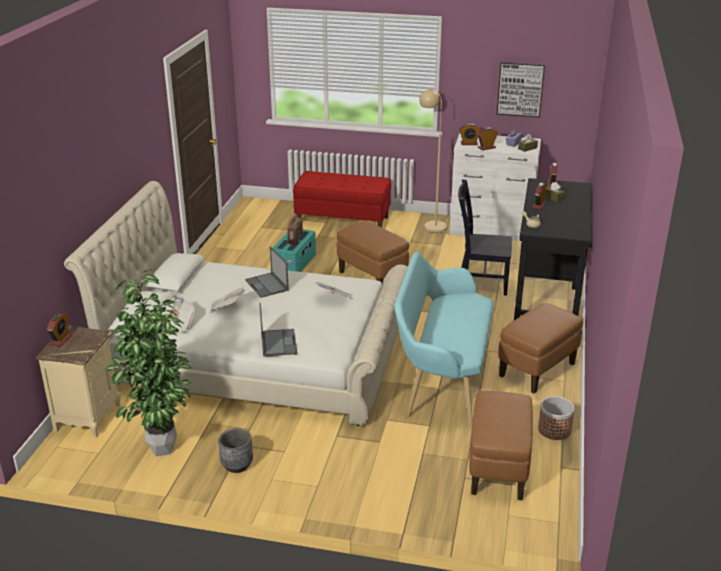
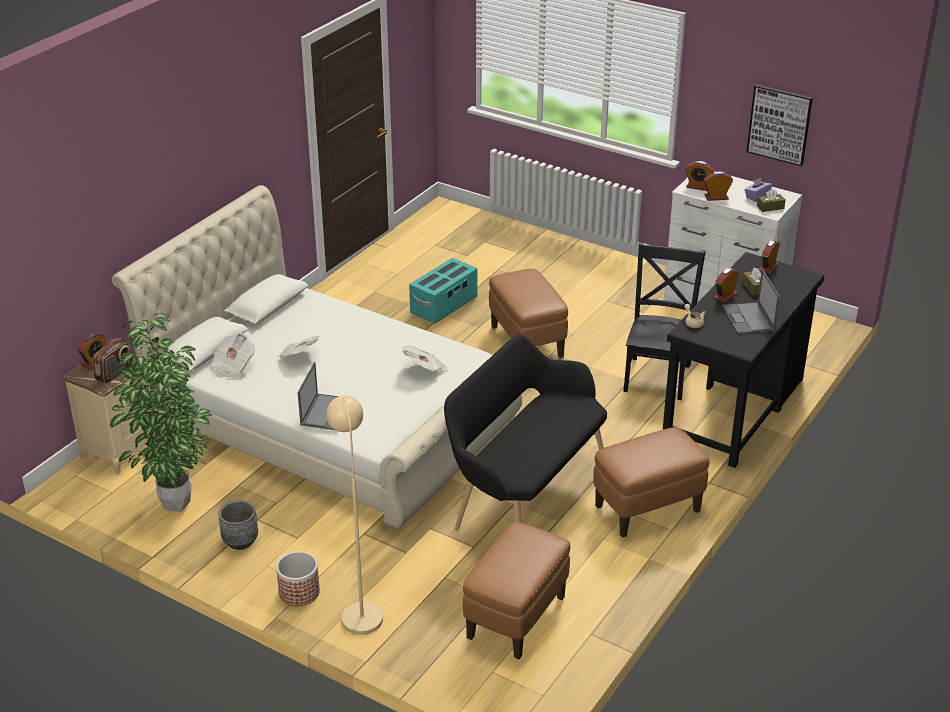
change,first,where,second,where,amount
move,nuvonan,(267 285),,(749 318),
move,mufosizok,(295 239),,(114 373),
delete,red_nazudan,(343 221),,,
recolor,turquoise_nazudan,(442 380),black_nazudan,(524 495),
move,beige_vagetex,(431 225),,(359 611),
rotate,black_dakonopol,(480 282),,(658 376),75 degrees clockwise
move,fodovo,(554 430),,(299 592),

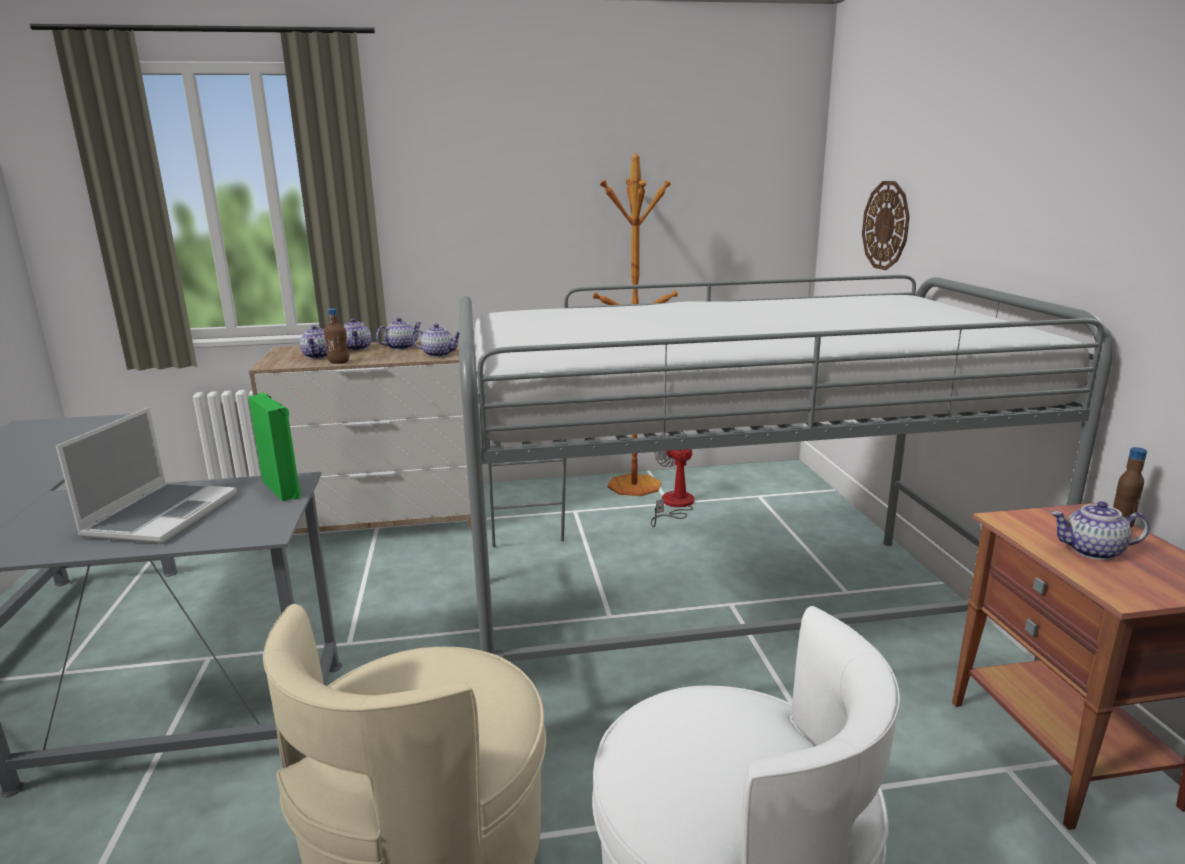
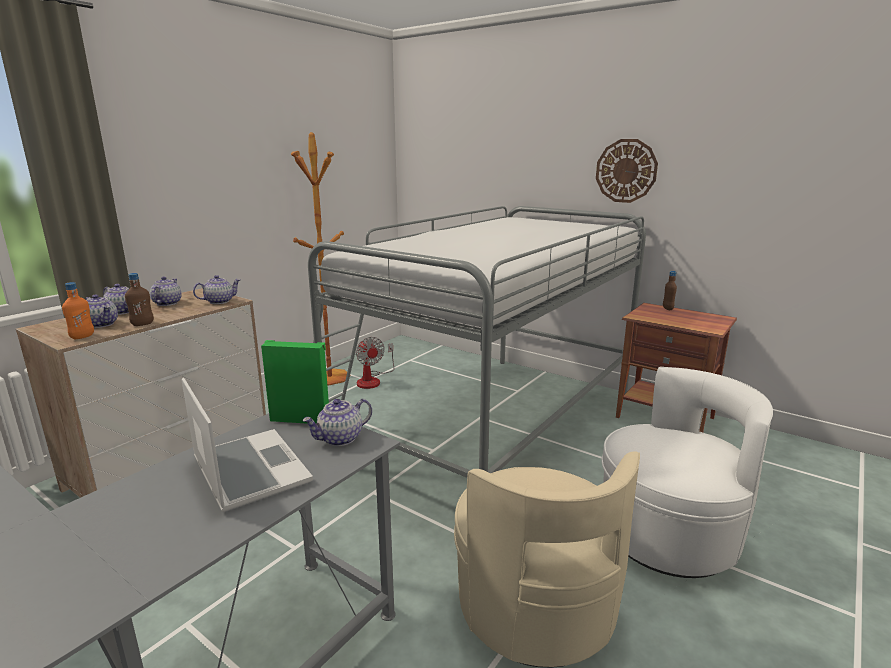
change,first,where,second,where,amount
rotate,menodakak,(674 505),,(372 380),135 degrees counterclockwise
move,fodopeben,(886 225),,(626 171),
move,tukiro,(1092 551),,(340 439),
insert,,,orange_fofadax,(82 337),

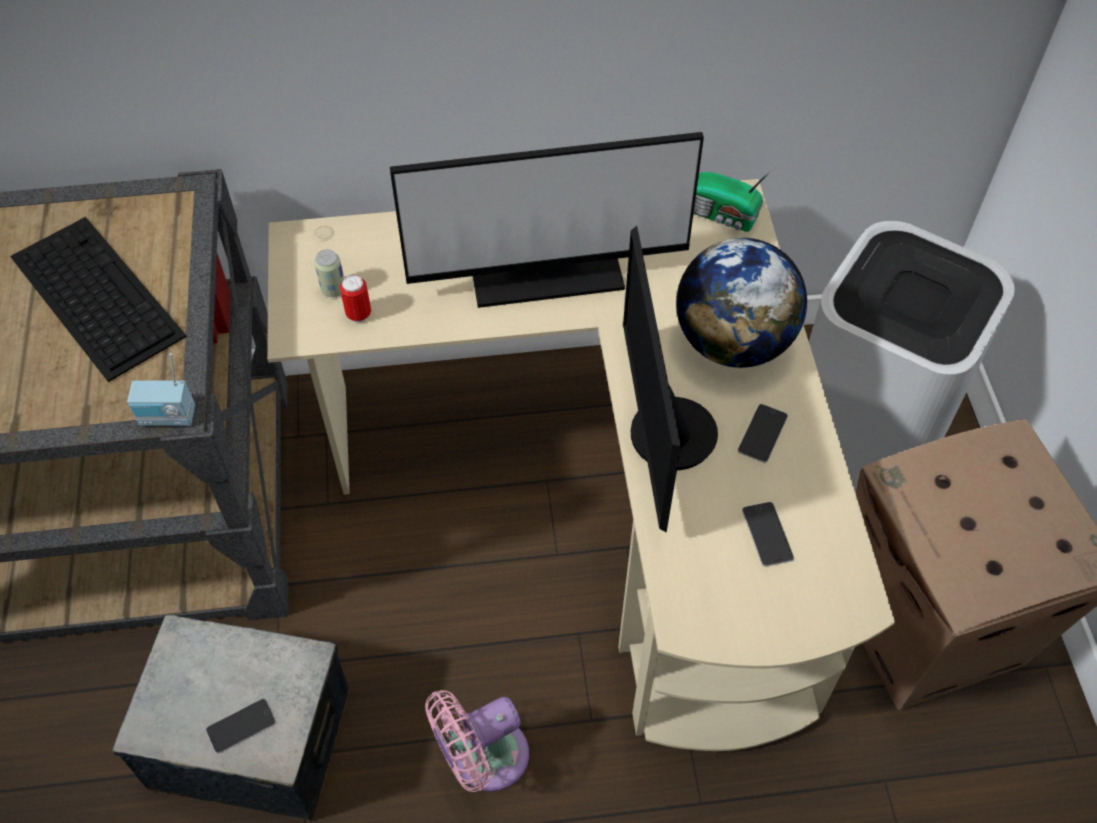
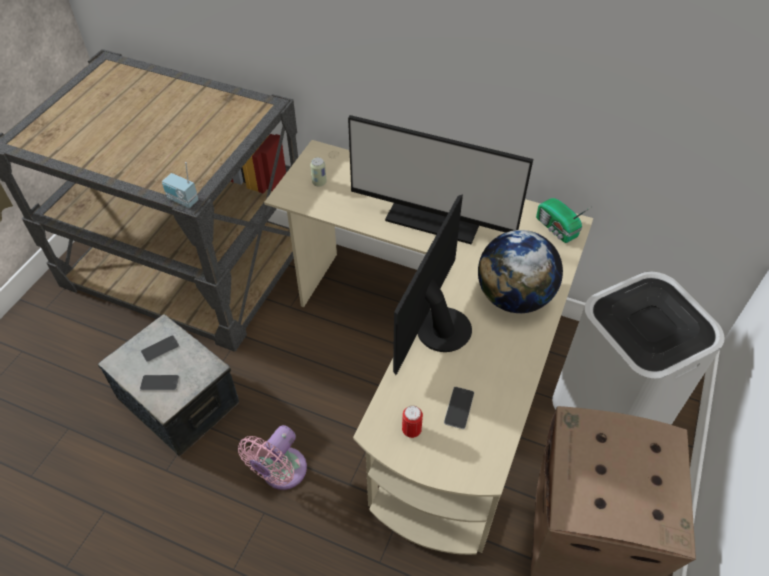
change,first,where,second,where,amount
delete,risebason,(94 295),,,
move,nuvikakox,(358 314),,(411 430),
rotate,pink_menodakak,(483 758),,(281 473),60 degrees counterclockwise
move,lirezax,(762 433),,(160 348),

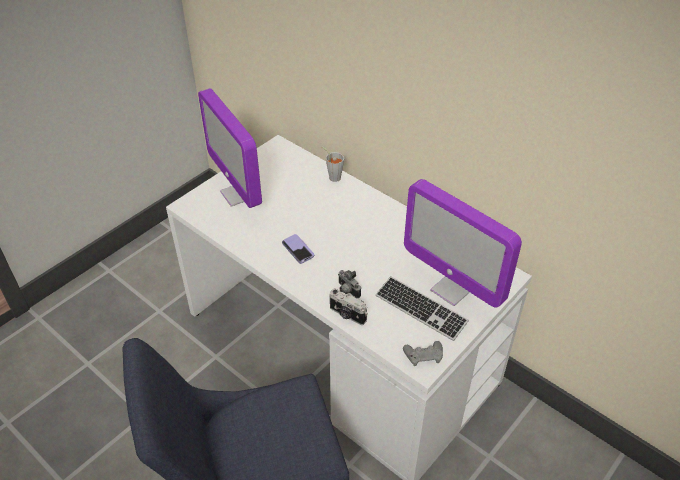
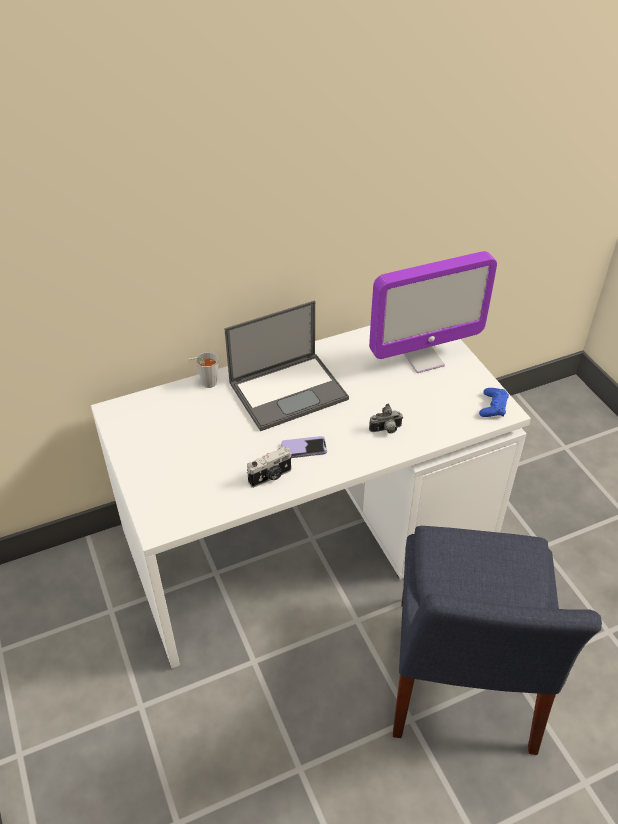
change,first,where,second,where,amount
delete,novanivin,(239 194),,,
move,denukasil,(347 315),,(270 477),
delete,risebason,(420 309),,,
recolor,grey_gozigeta,(423 355),blue_gozigeta,(493 406),
insert,,,nuvonan,(289 390),

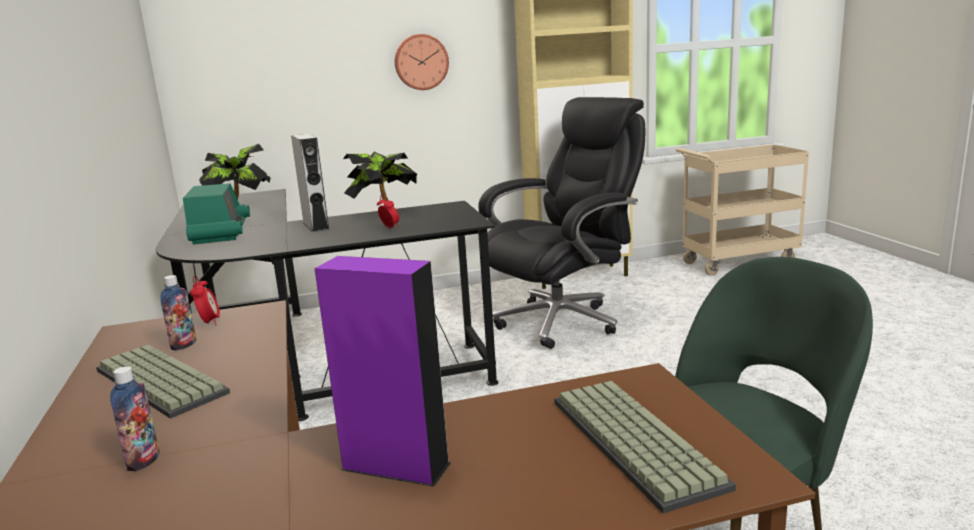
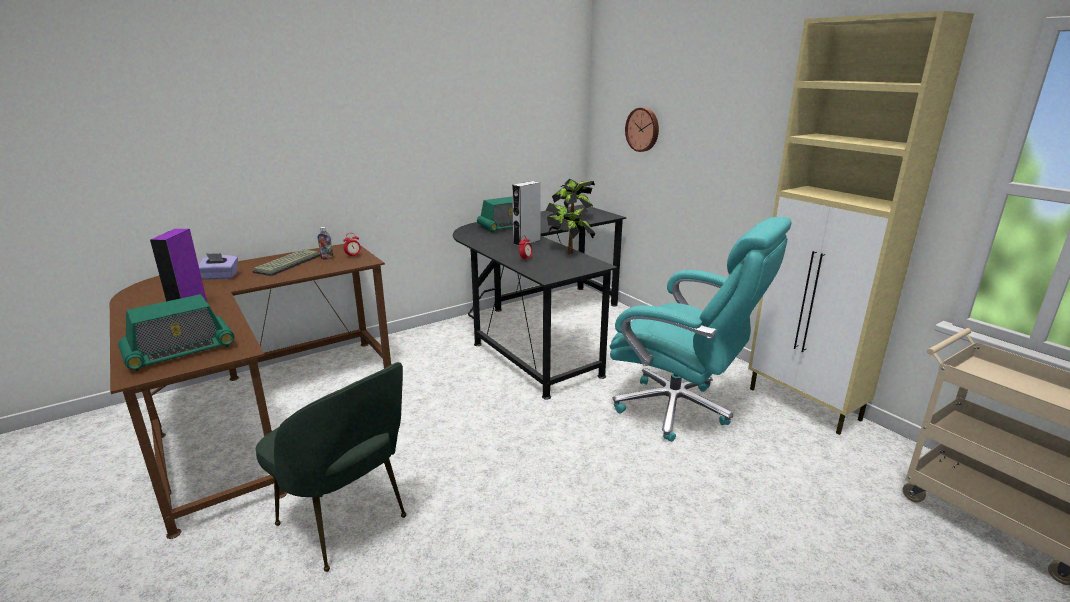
change,first,where,second,where,amount
replace,fofadax,(144 461),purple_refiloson,(220 277),
move,fodopeben,(421 62),,(643 129),
recolor,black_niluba,(563 321),turquoise_niluba,(679 411),
replace,risebason,(629 442),mufosizok,(180 351),

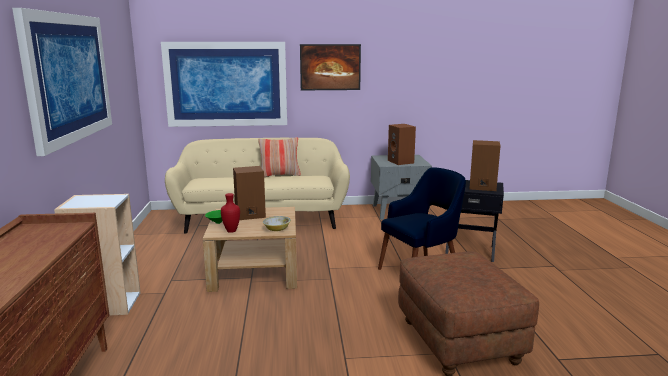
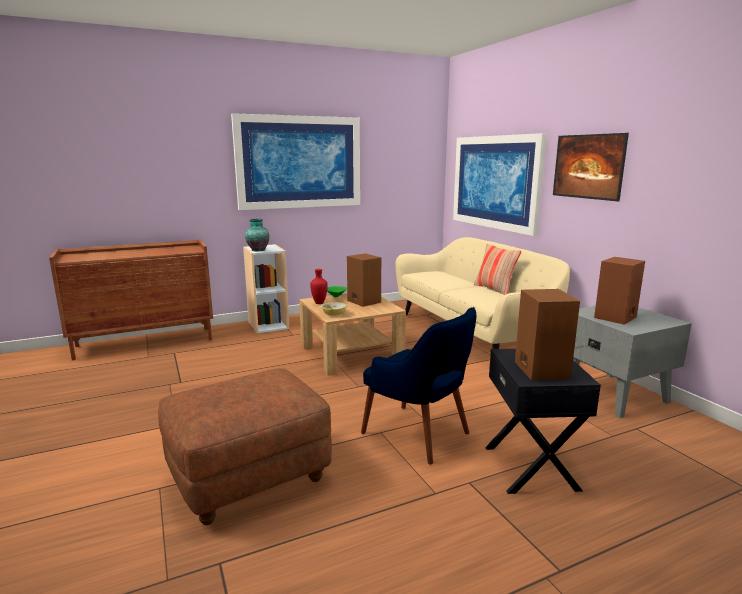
change,first,where,second,where,amount
insert,,,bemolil,(257 250),

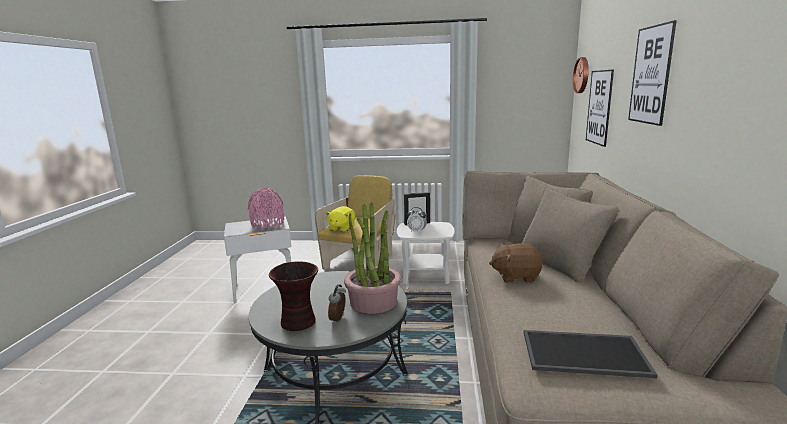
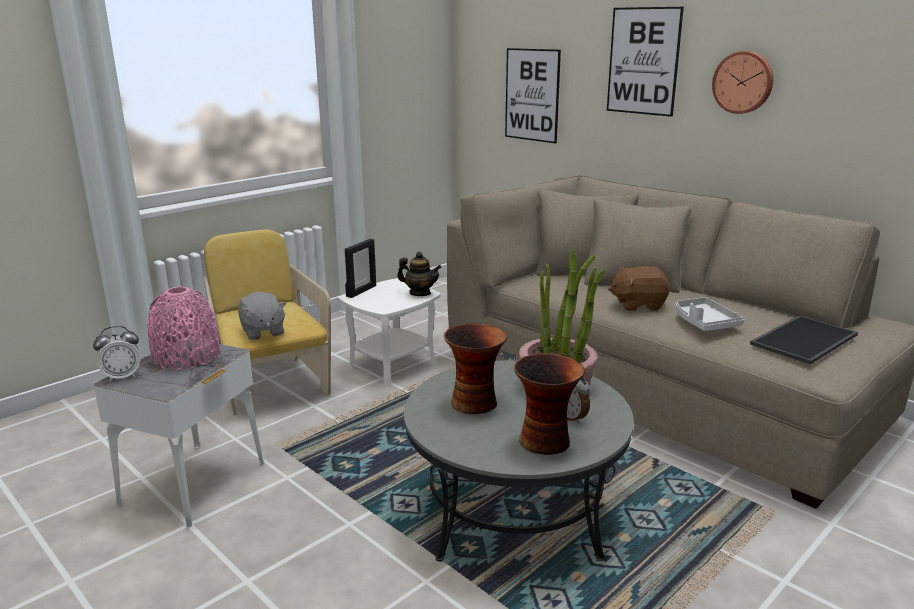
change,first,where,second,where,amount
recolor,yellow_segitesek,(341 228),grey_segitesek,(262 332),
move,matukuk,(417 232),,(122 377),
rotate,brown_segitesek,(515 276),,(638 305),45 degrees clockwise
move,fodopeben,(582 75),,(743 82),
insert,,,tukiro,(420 293),
insert,,,bemolil,(475 403),
insert,,,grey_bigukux,(704 323),

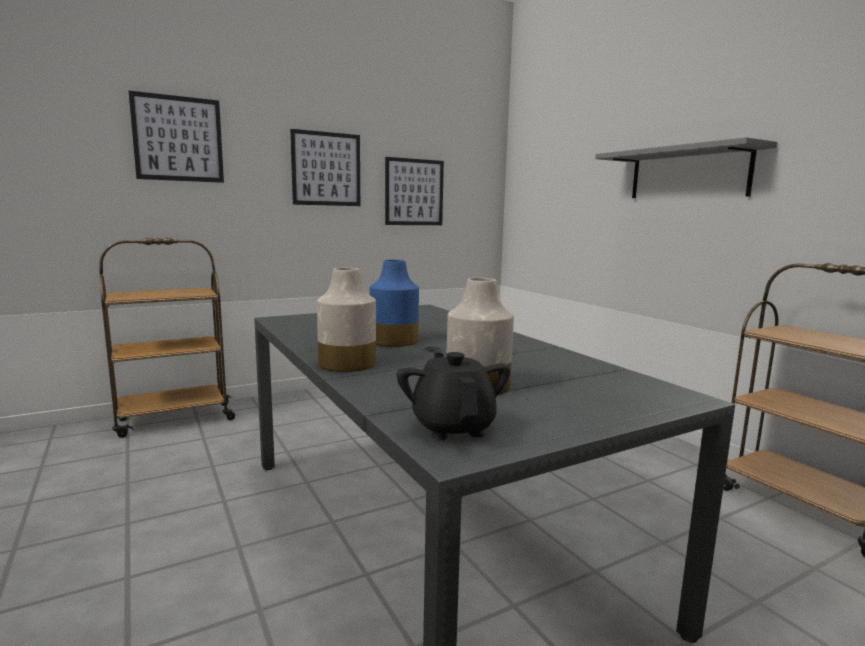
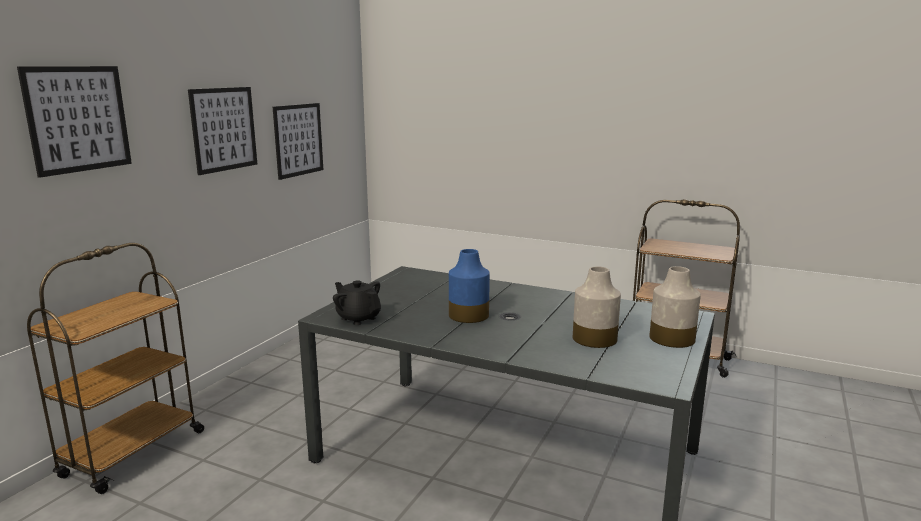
change,first,where,second,where,amount
move,beige_bemolil,(347 363),,(671 338),
move,black_tukiro,(453 427),,(358 318),
delete,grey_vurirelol,(688 173),,,

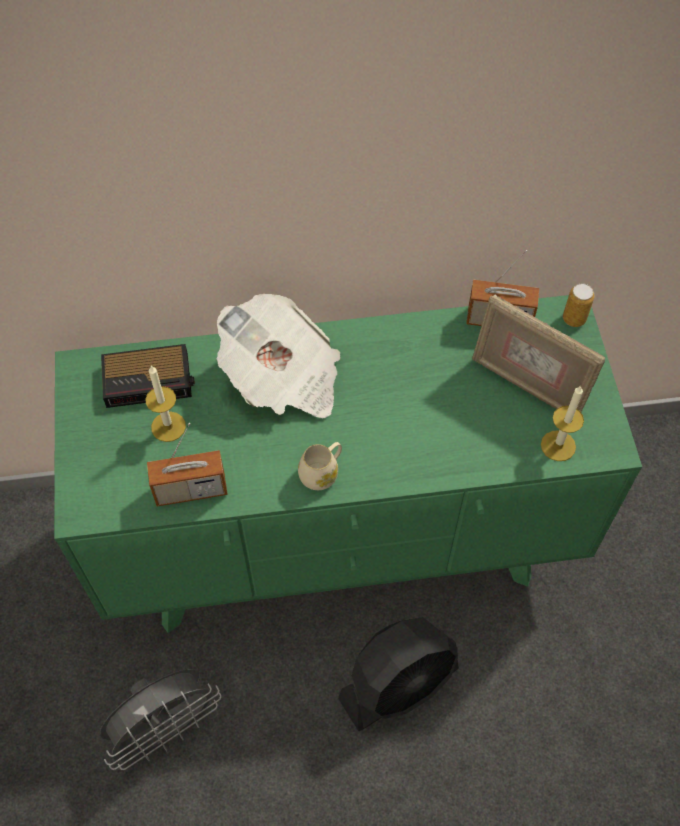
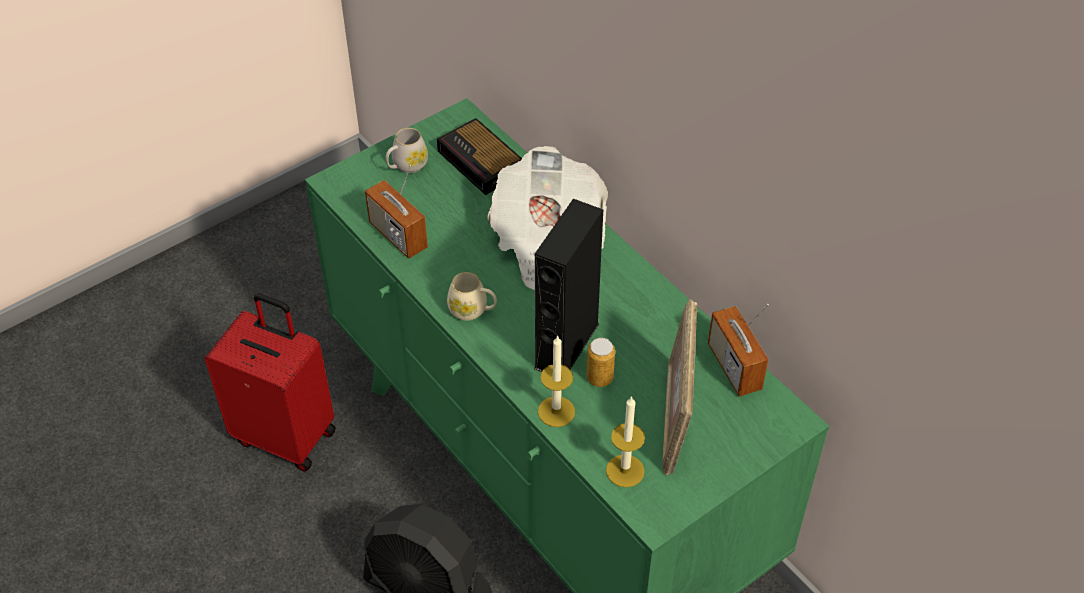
change,first,where,second,where,amount
replace,grey_menodakak,(166 729),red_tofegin,(286 434),
move,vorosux,(168 426),,(556 411),
move,nuvikakox,(574 319),,(599 378),
insert,,,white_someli,(406 165),
insert,,,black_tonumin,(566 346),

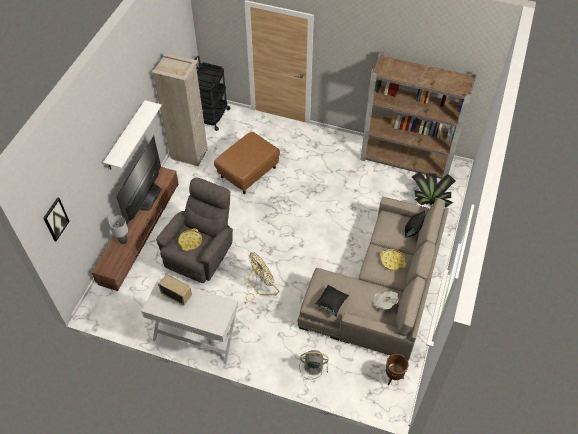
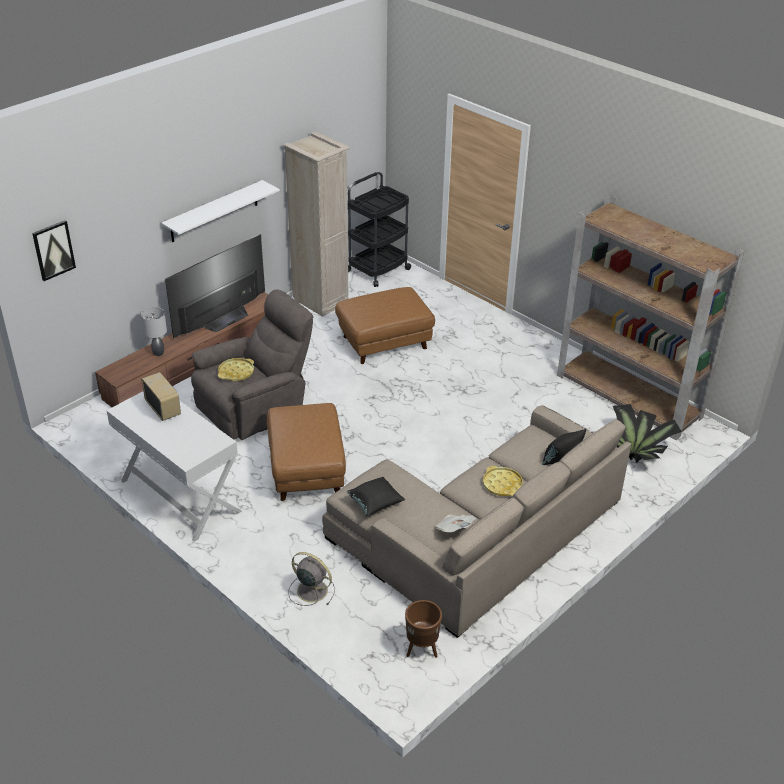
change,first,where,second,where,amount
replace,beige_menodakak,(259 285),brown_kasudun,(306 470),

